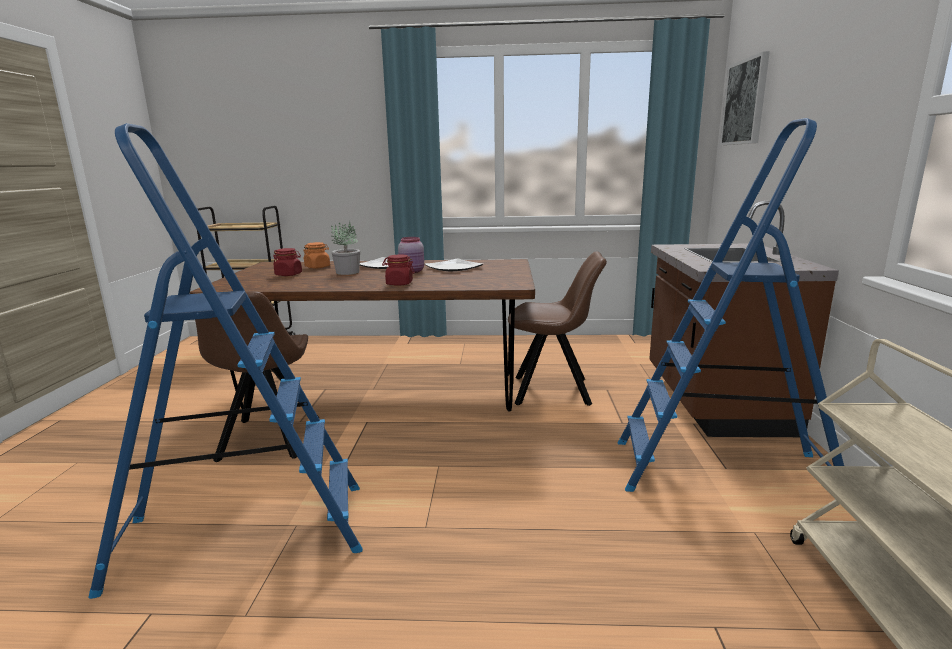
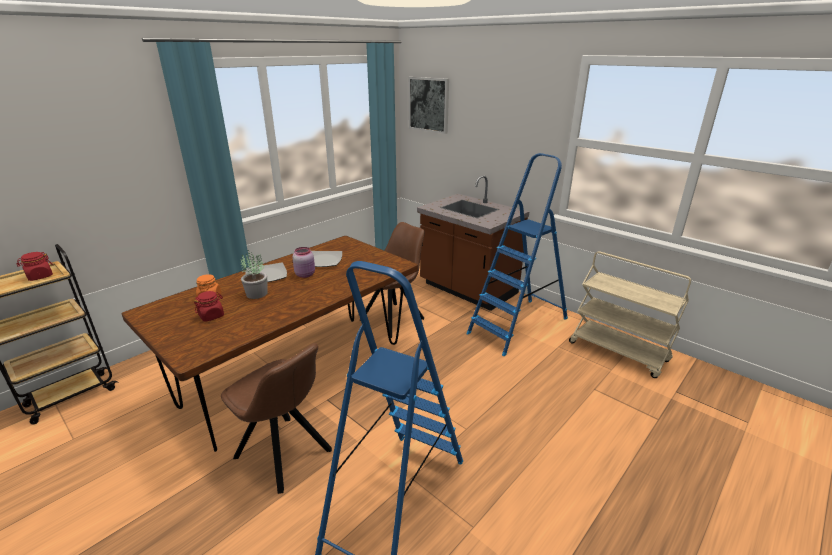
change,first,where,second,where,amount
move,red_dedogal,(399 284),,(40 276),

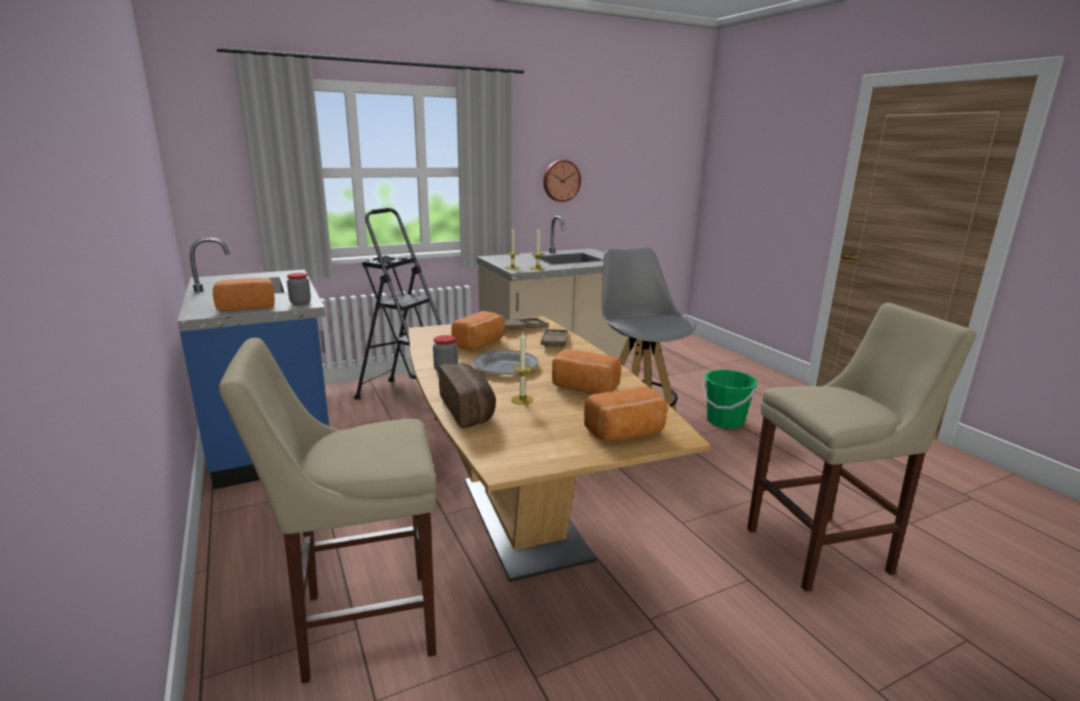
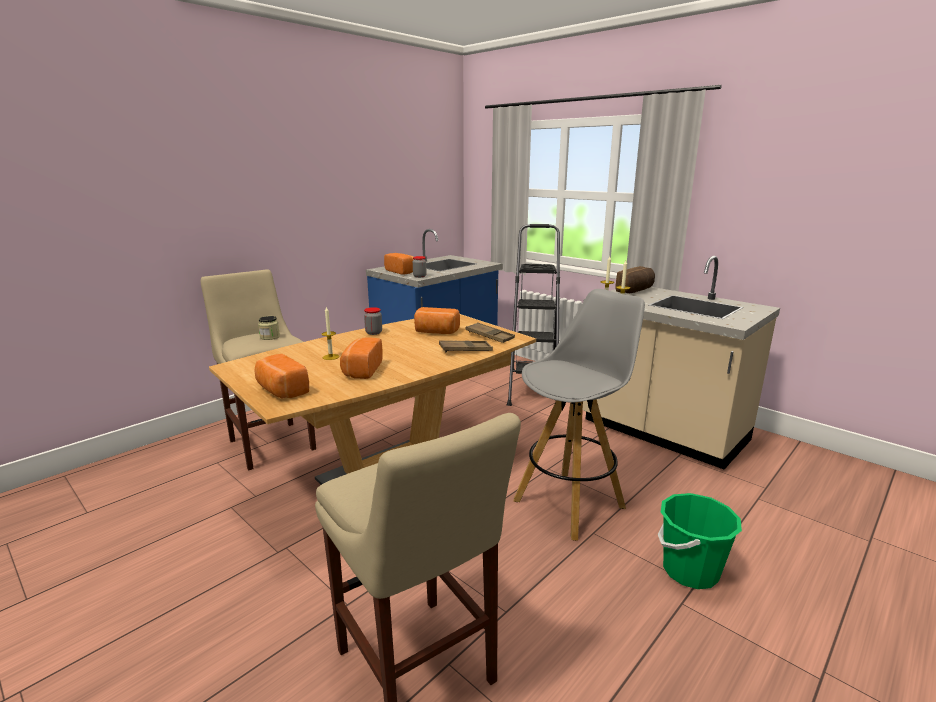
change,first,where,second,where,amount
move,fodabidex,(469 410),,(636 290),
delete,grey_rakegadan,(505 367),,,
delete,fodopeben,(561 180),,,
insert,,,dedogal,(270 337),

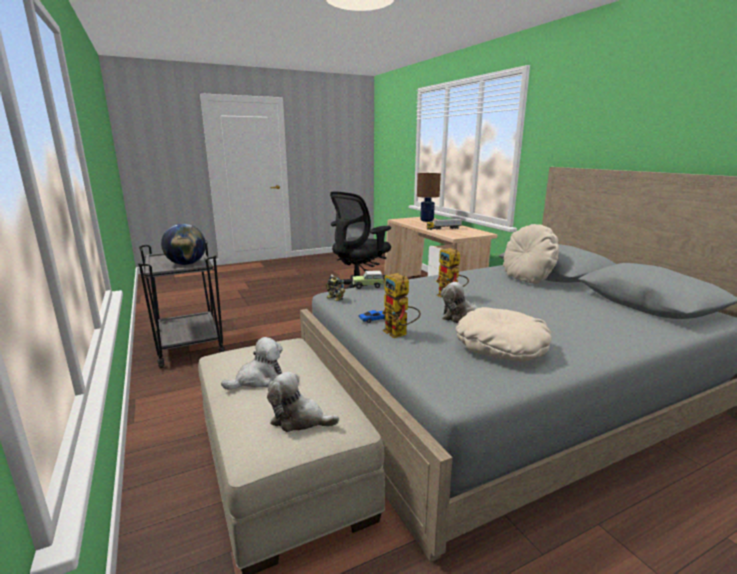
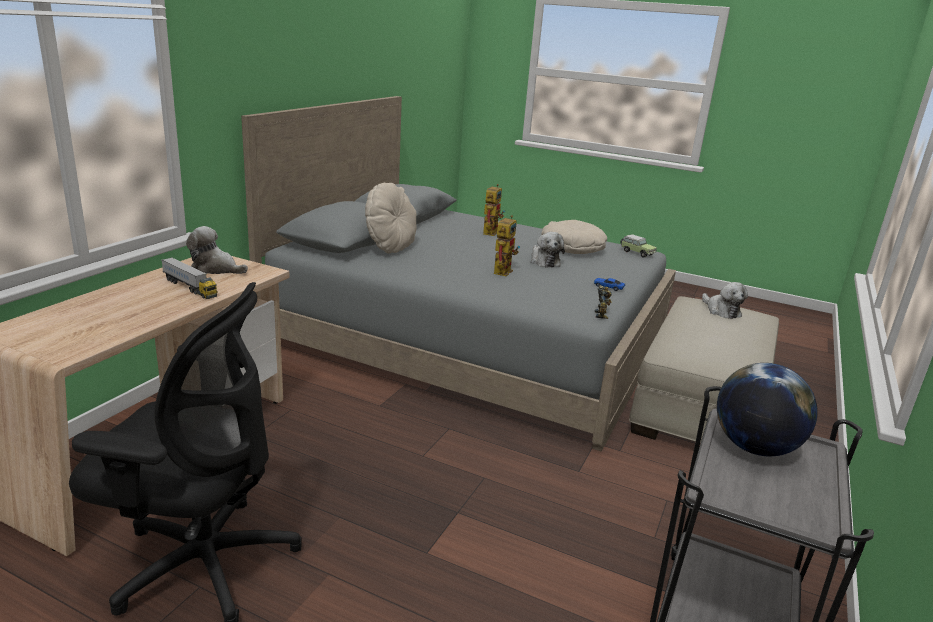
change,first,where,second,where,amount
move,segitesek,(258 379),,(215 269),
move,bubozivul,(369 286),,(636 253),
move,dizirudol,(399 334),,(490 231),
delete,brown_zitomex,(426 221),,,

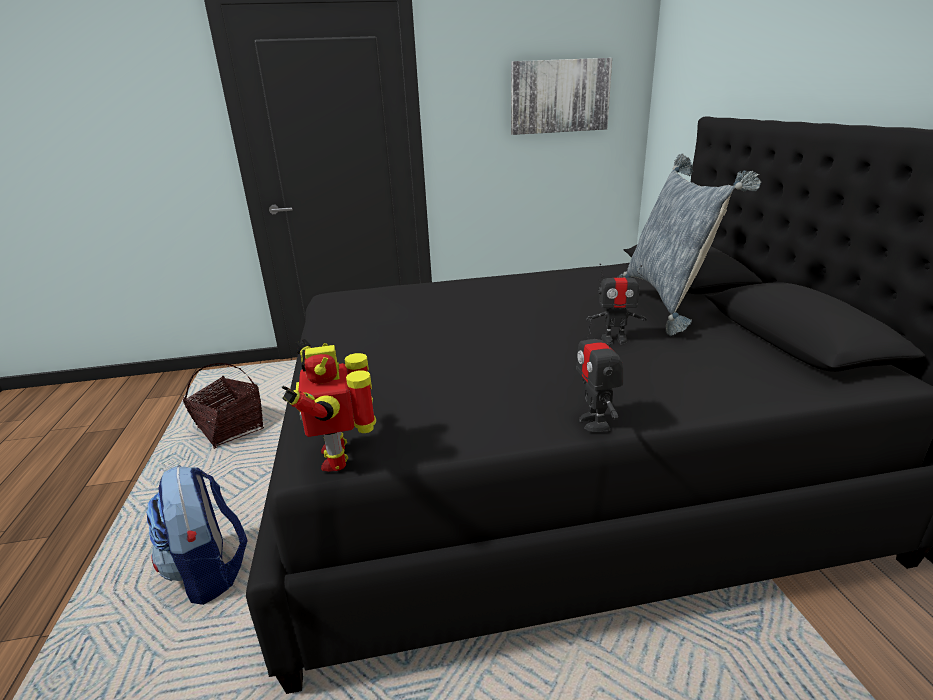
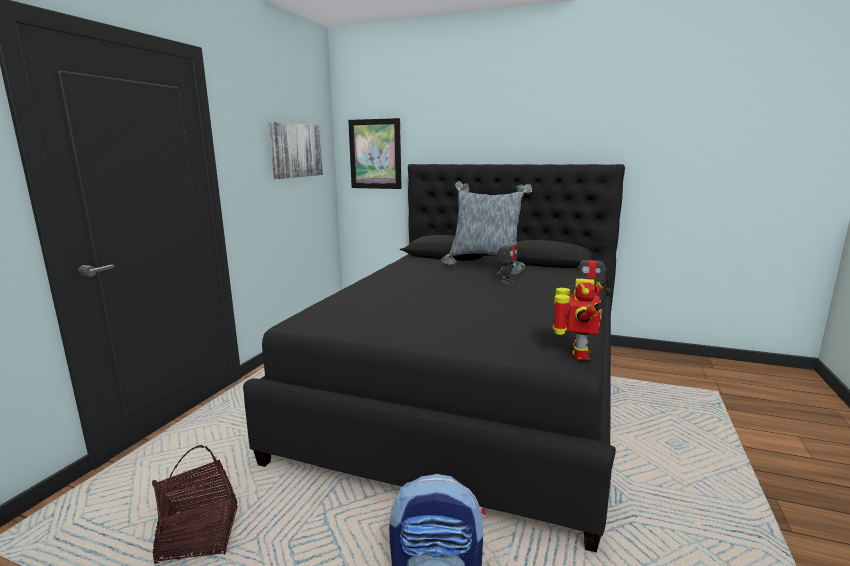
change,first,where,second,where,amount
rotate,dizirudol,(339 456),,(578 355),90 degrees counterclockwise
insert,,,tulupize,(375 154),

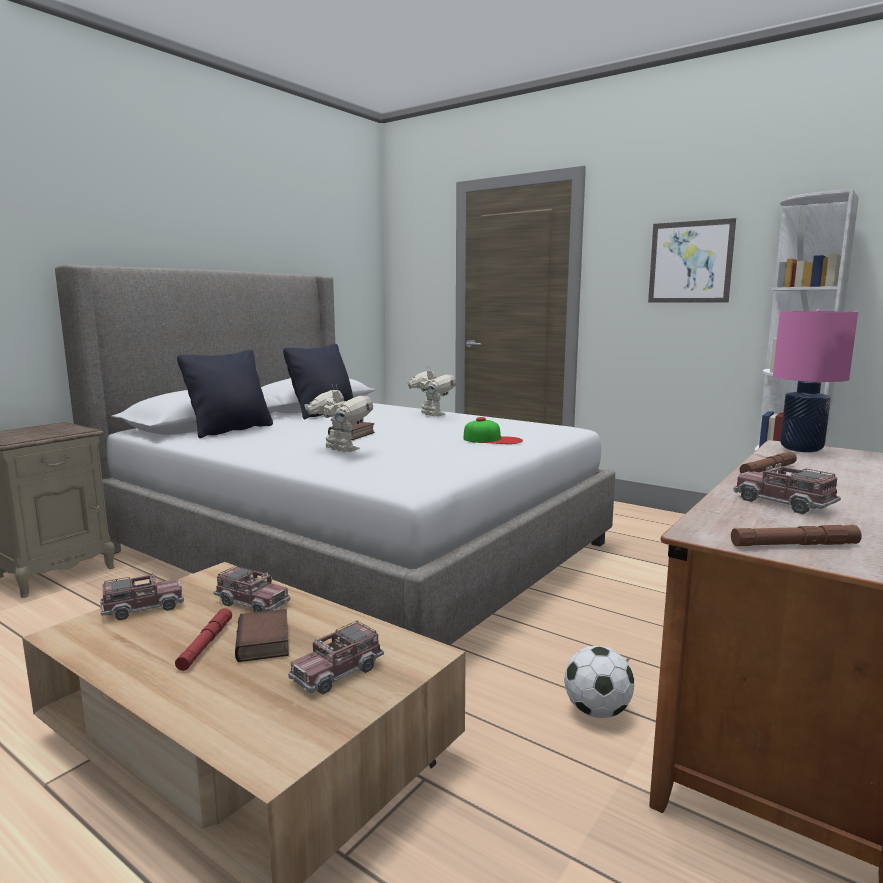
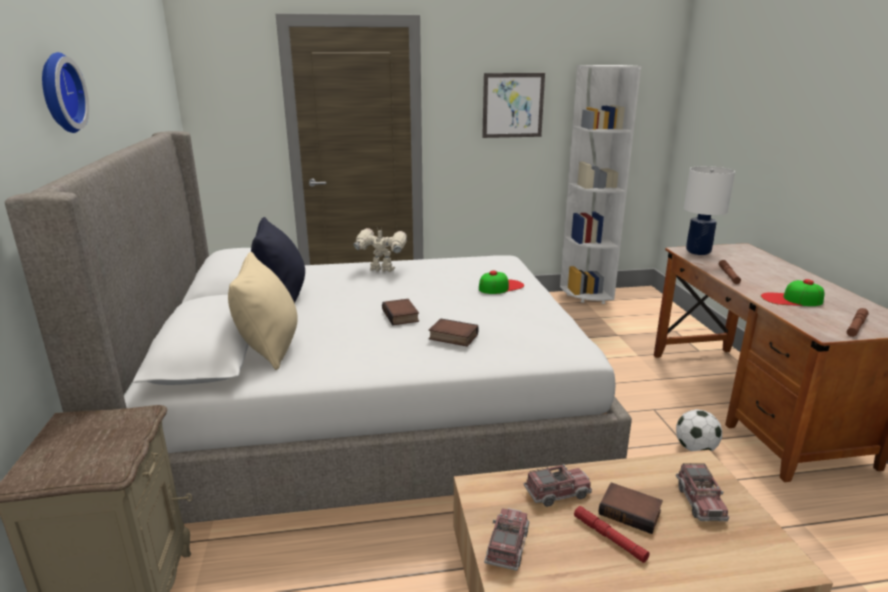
change,first,where,second,where,amount
recolor,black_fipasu,(230 430),beige_fipasu,(270 348),
replace,dizirudol,(340 450),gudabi,(452 337),
replace,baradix,(783 503),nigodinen,(791 299),
recolor,pink_zitomex,(800 450),white_zitomex,(697 253),
insert,,,fodopeben,(58 93),

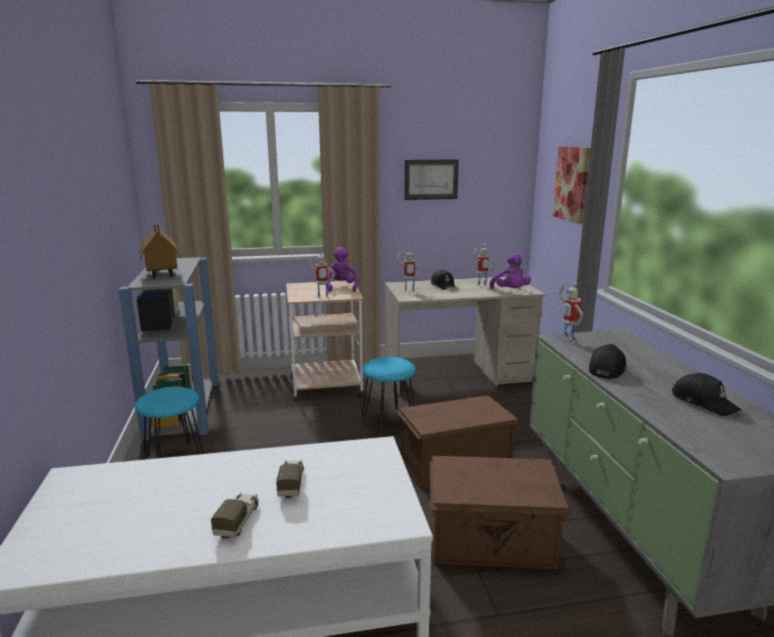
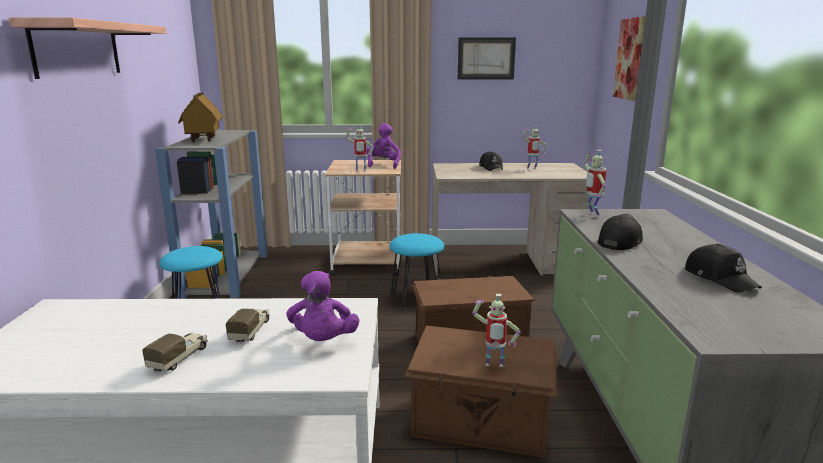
change,first,where,second,where,amount
move,dizirudol,(409 291),,(493 367),
move,purple_segitesek,(510 291),,(323 341),
insert,,,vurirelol,(77 49),

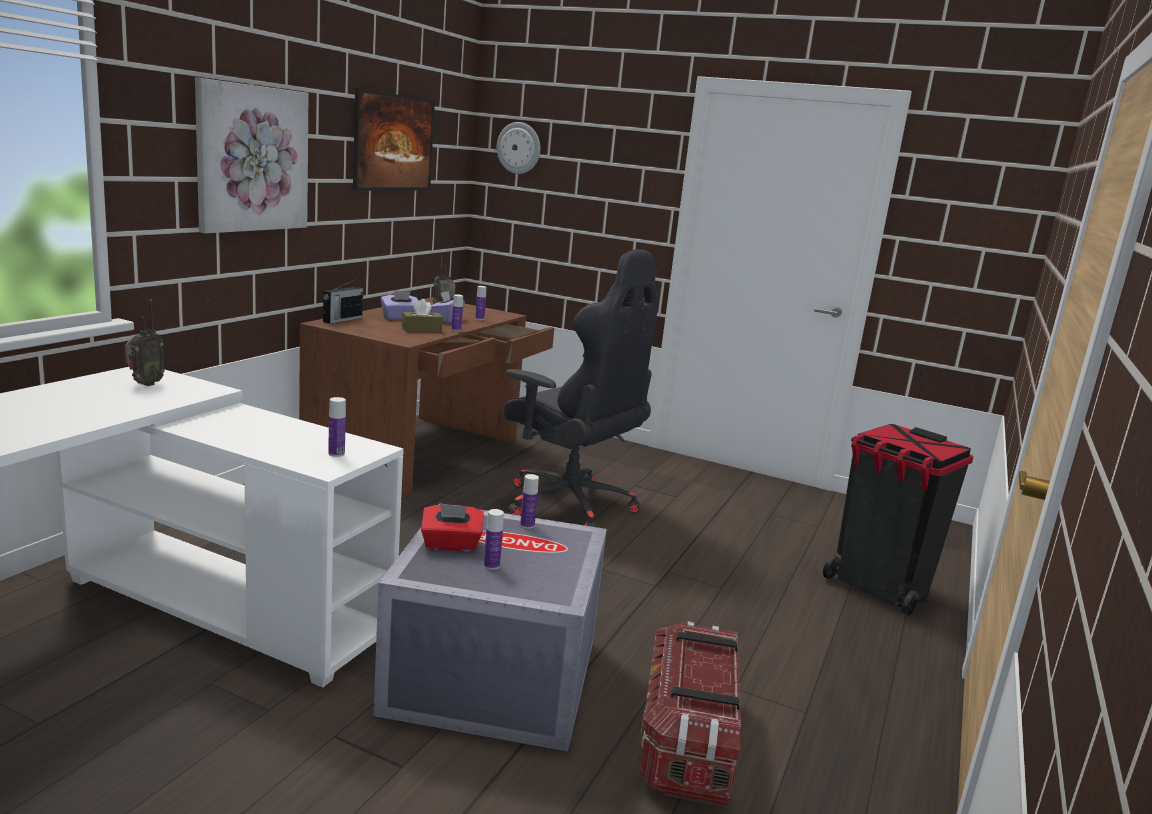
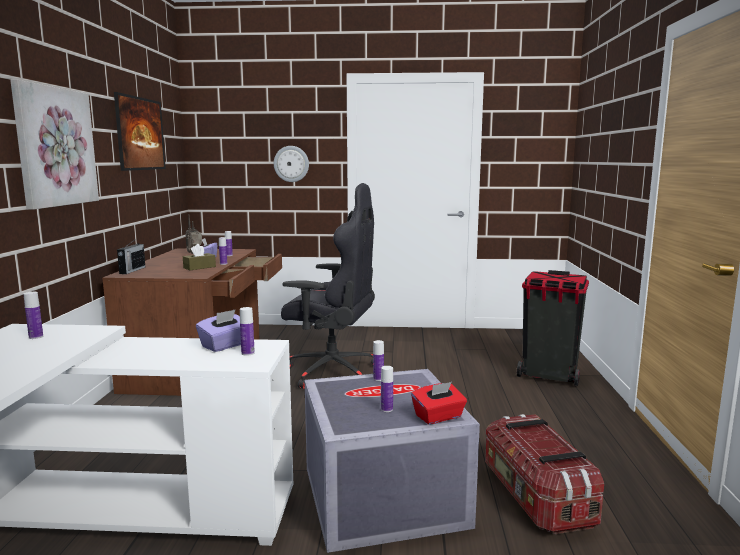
change,first,where,second,where,amount
replace,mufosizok,(144 384),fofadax,(36 337),
move,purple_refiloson,(400 318),,(225 345),
move,red_refiloson,(451 545),,(438 417),
move,fodopeben,(519 148),,(291 164),

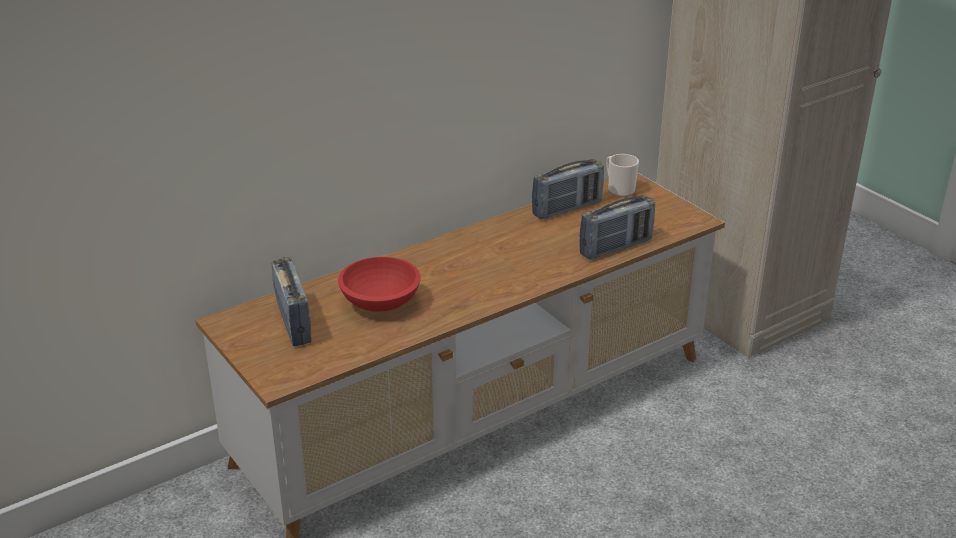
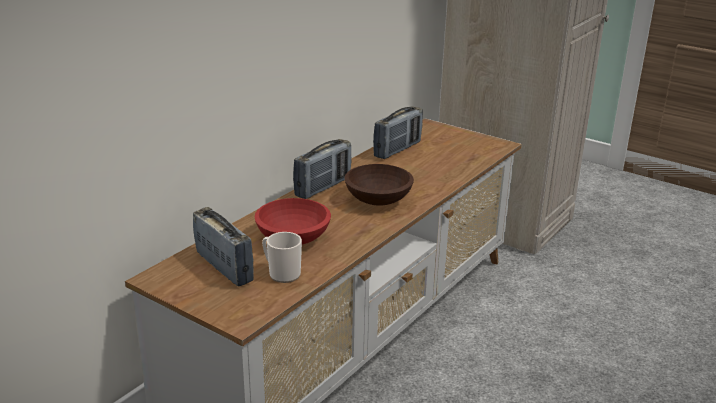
change,first,where,second,where,amount
move,mufosizok,(615 247),,(323 187),
move,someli,(619 189),,(281 273),
insert,,,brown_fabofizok,(379 200),

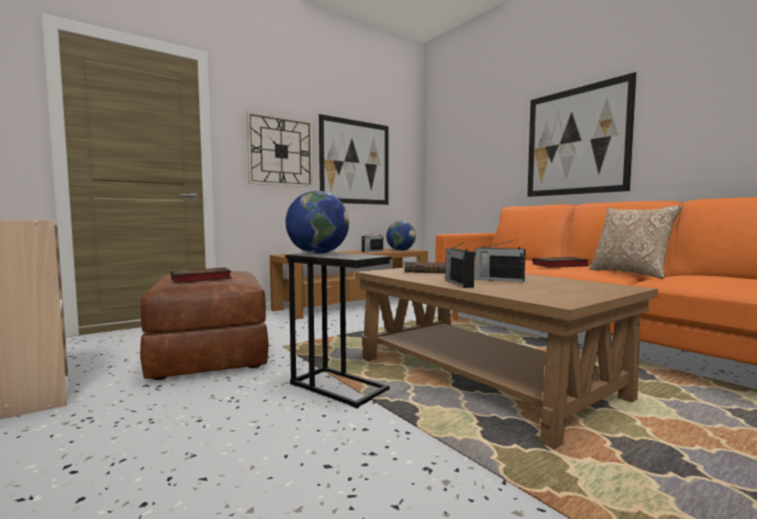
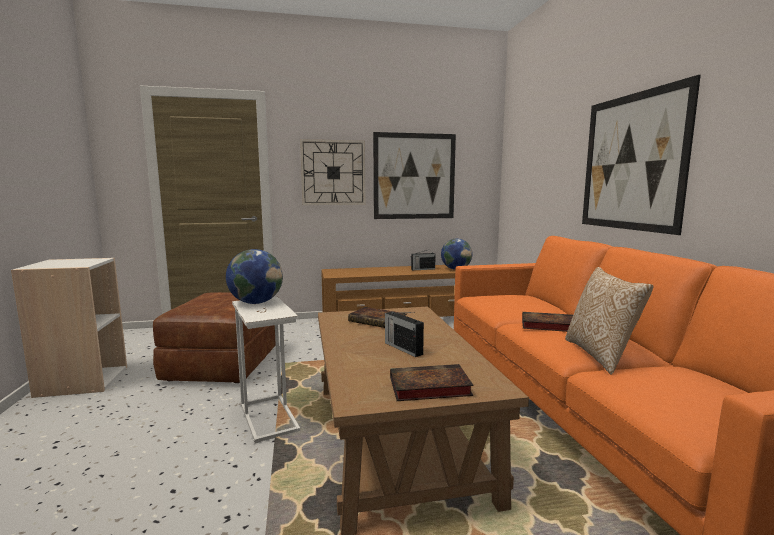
change,first,where,second,where,amount
move,gudabi,(200 279),,(427 387),
recolor,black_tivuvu,(337 387),white_tivuvu,(268 417),
delete,mufosizok,(458 283),,,

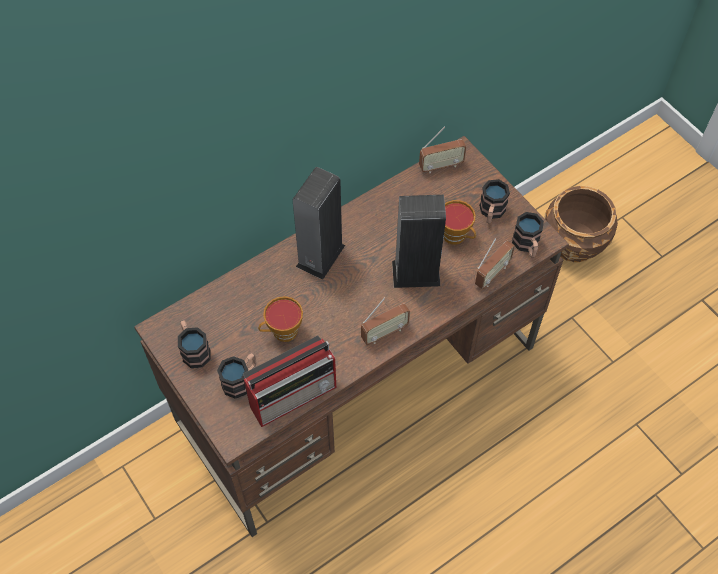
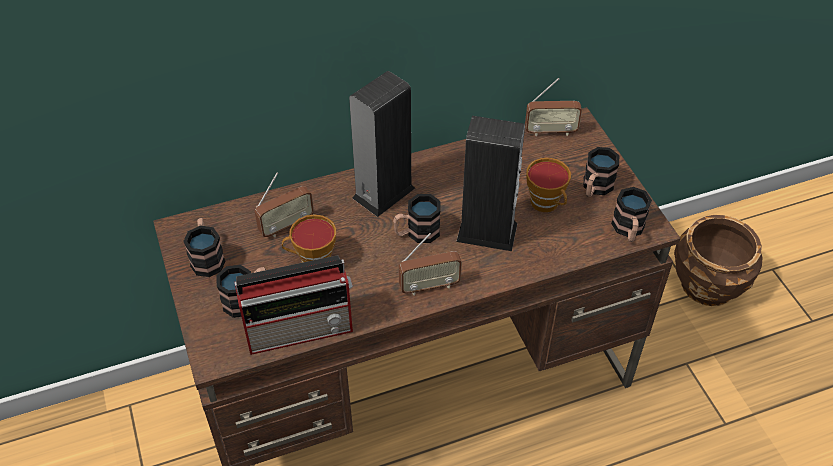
change,first,where,second,where,amount
move,mufosizok,(492 274),,(286 225),
insert,,,someli,(416 233),

